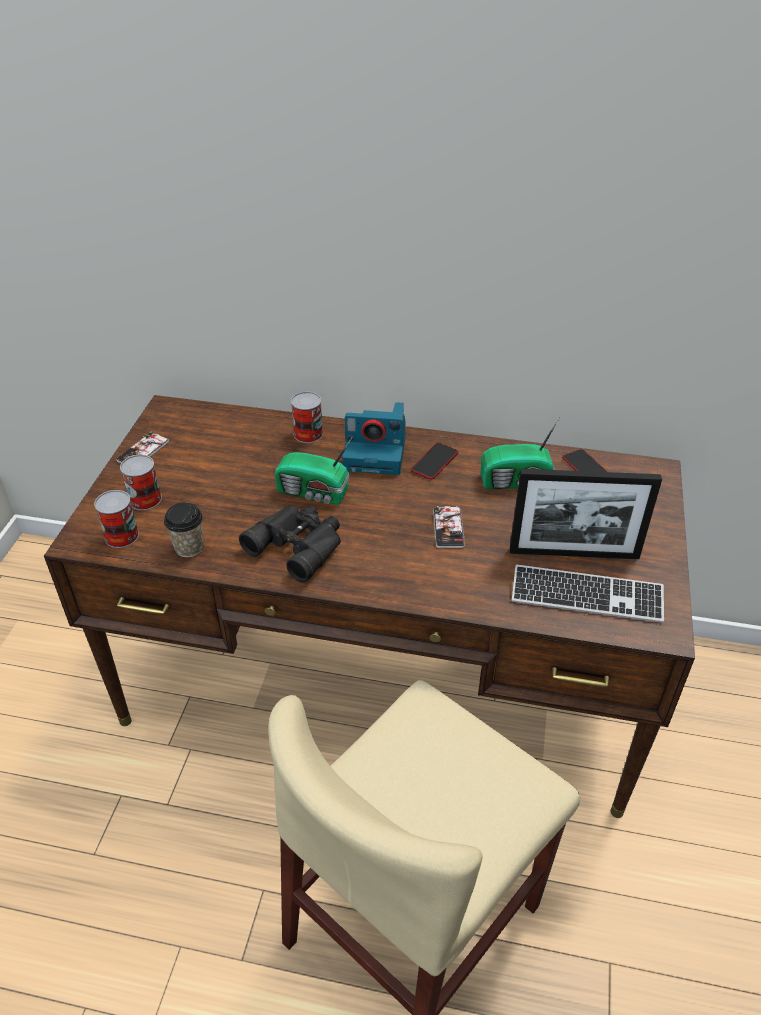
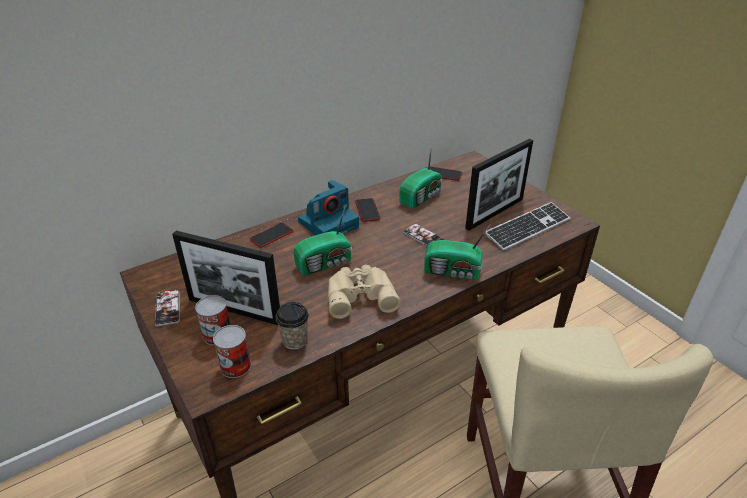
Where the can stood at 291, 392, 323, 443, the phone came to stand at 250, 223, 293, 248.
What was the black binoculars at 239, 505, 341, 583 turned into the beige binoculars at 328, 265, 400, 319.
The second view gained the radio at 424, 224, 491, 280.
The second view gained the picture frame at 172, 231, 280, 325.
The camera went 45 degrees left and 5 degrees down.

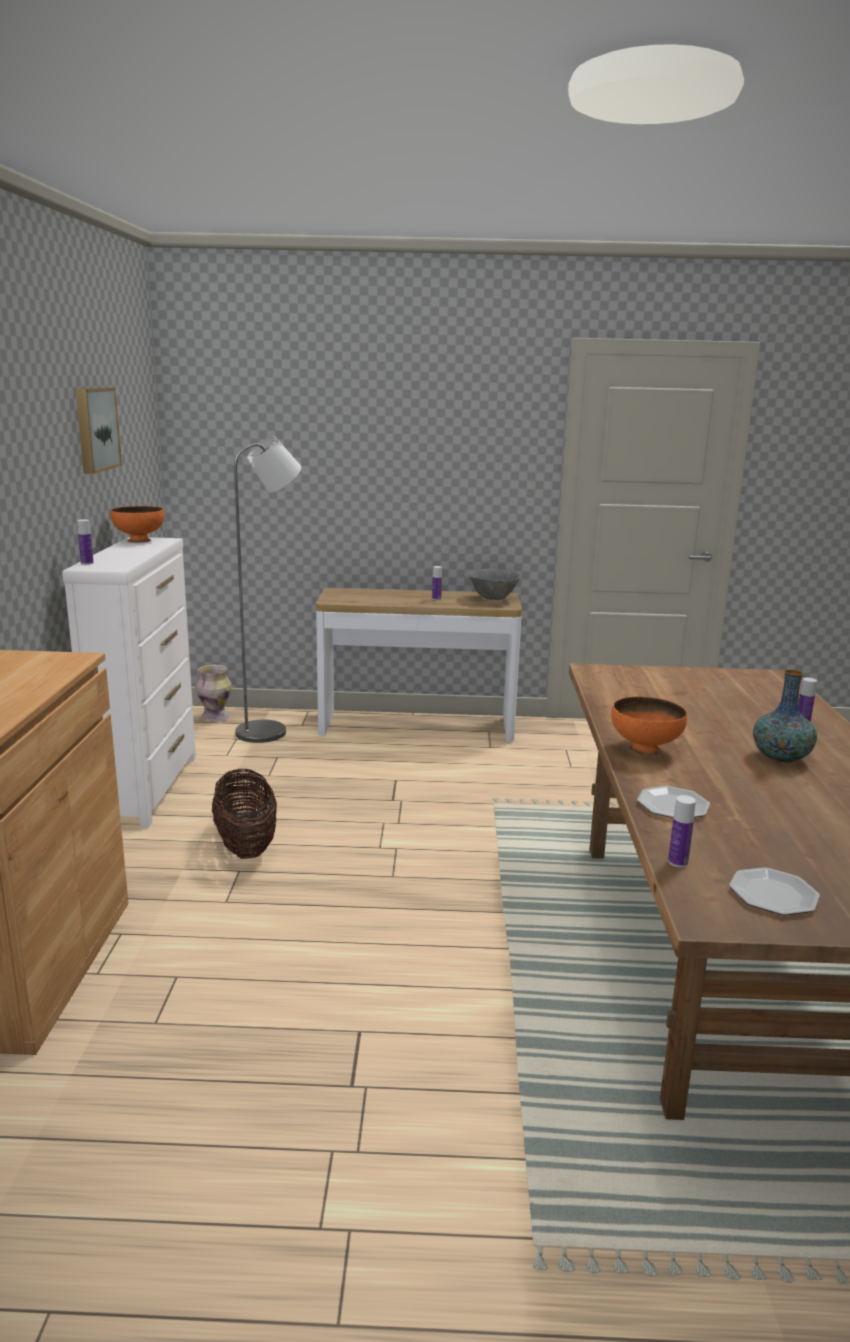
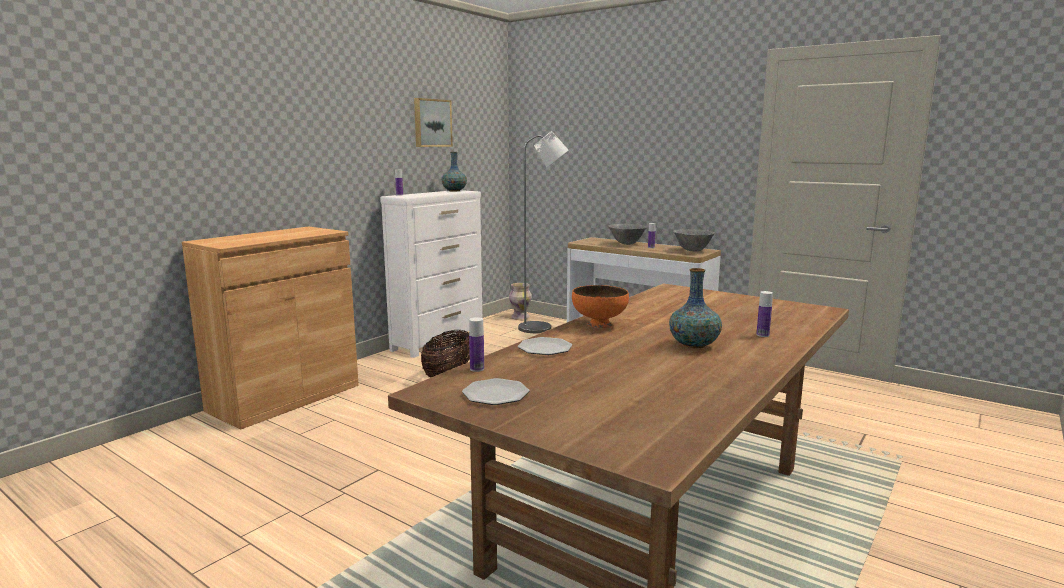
Where the orange bowl stood at 110, 506, 165, 543, the vase came to stand at 442, 152, 467, 191.
The second view gained the grey bowl at 608, 224, 647, 245.
The camera went 35 degrees right and 5 degrees down.

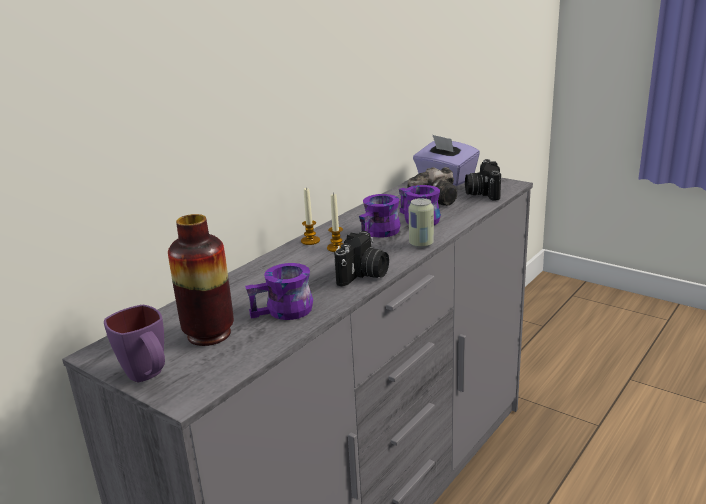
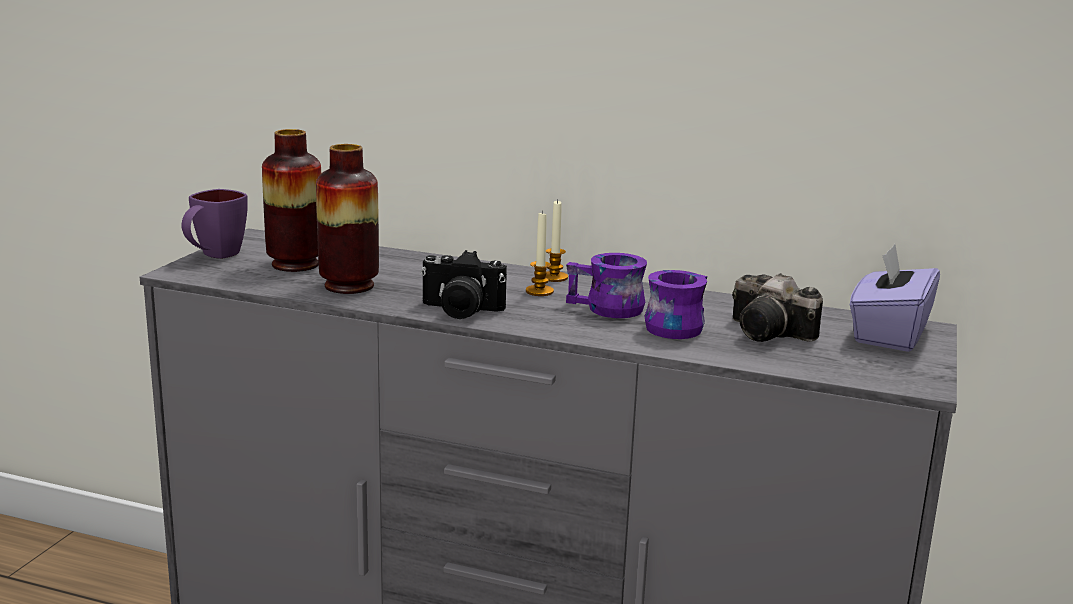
The second view lost the photo camera at 465, 159, 501, 201.
The second view lost the can at 409, 198, 434, 248.
Where the purple mug stood at 245, 263, 313, 320, the vase came to stand at 316, 144, 379, 294.
The camera went 70 degrees right and 5 degrees down.

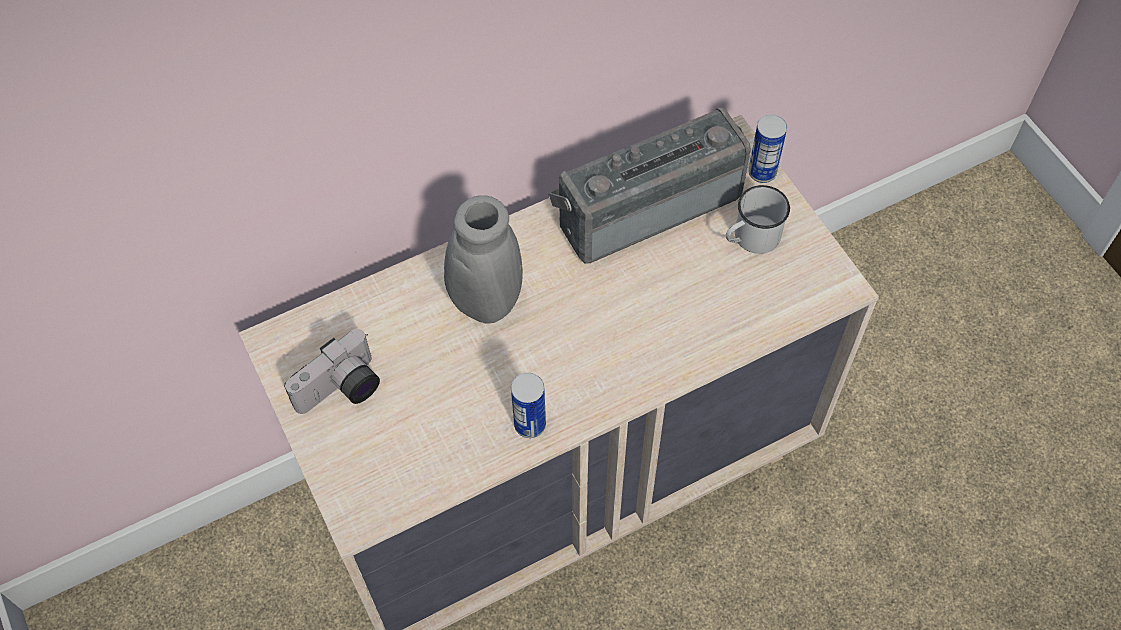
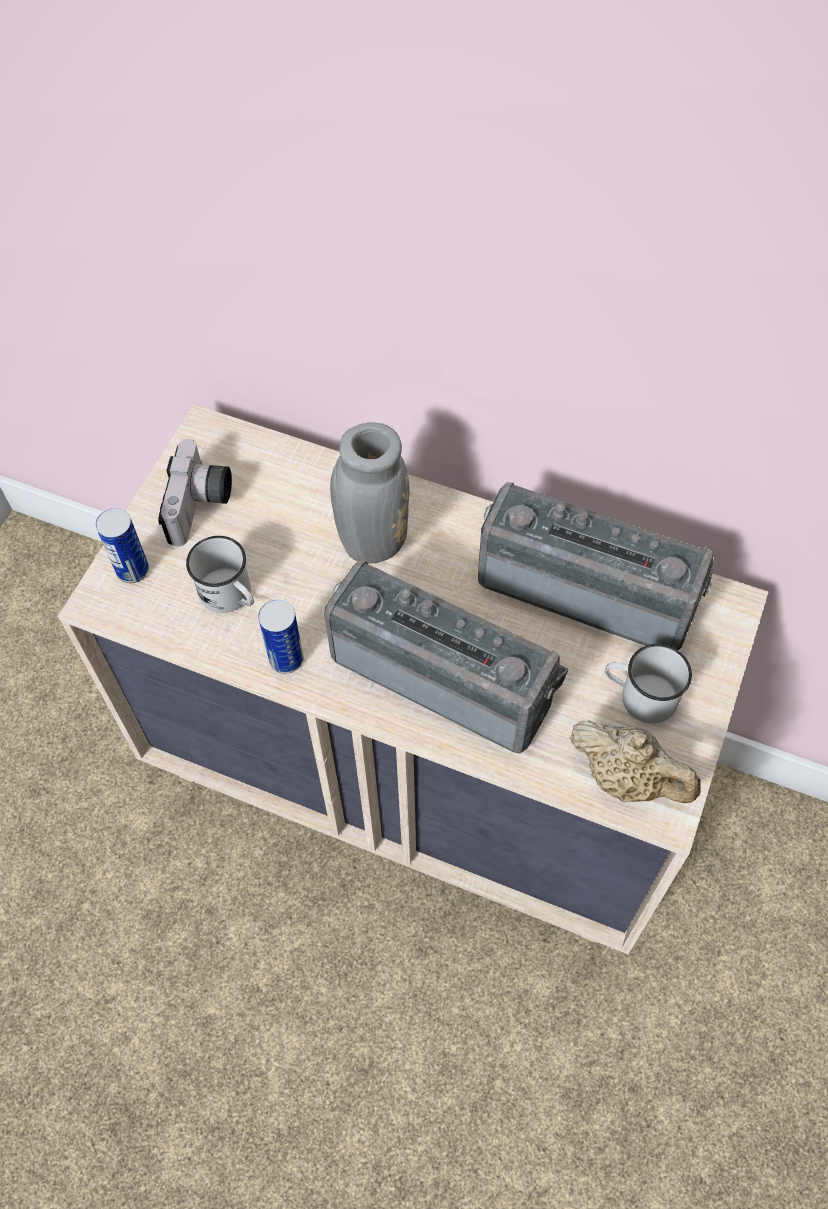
The can ended up elsewhere, having gone from 748, 115, 787, 183 to 96, 508, 149, 583.
The photo camera at 284, 329, 380, 414 ended up facing another way, 90 degrees counterclockwise from before.
The second view gained the white mug at 186, 536, 254, 613.
The second view gained the radio at 324, 560, 569, 754.
The second view gained the beige teapot at 570, 721, 701, 803.
The camera went 50 degrees right and 0 degrees up.

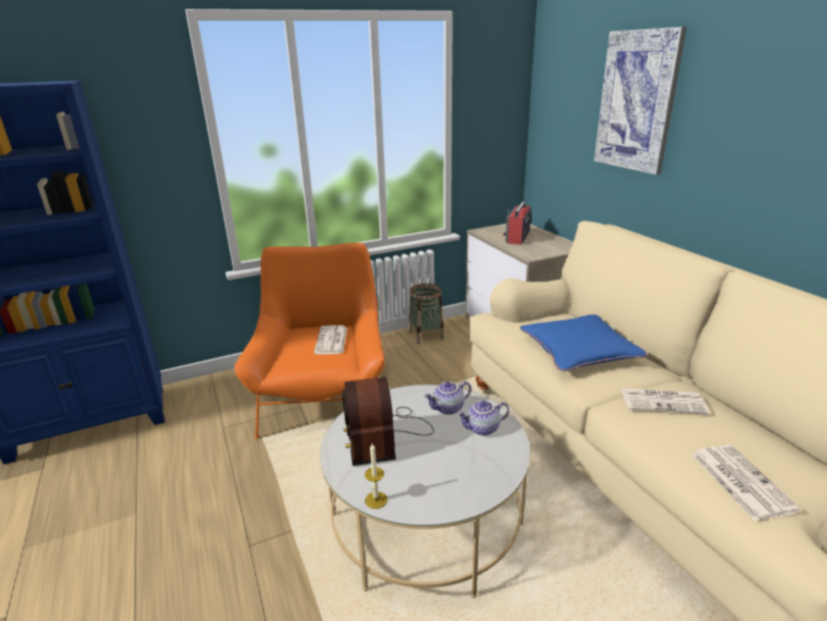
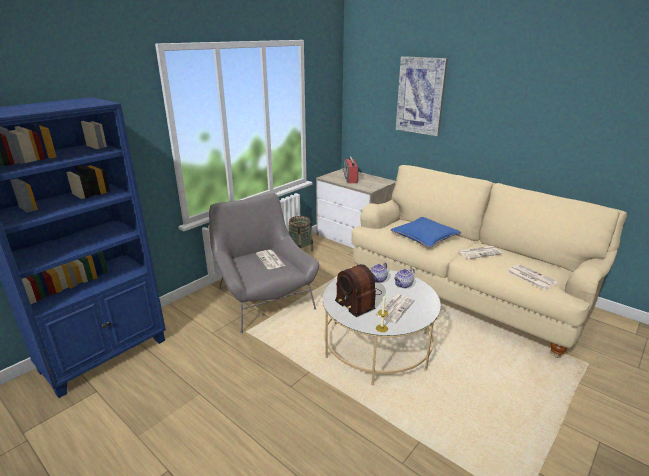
What was the orange armchair at 234, 243, 385, 439 turned into the grey armchair at 209, 193, 319, 333.
The second view gained the newspaper at 374, 294, 414, 323.
The camera went 25 degrees left and 0 degrees up.

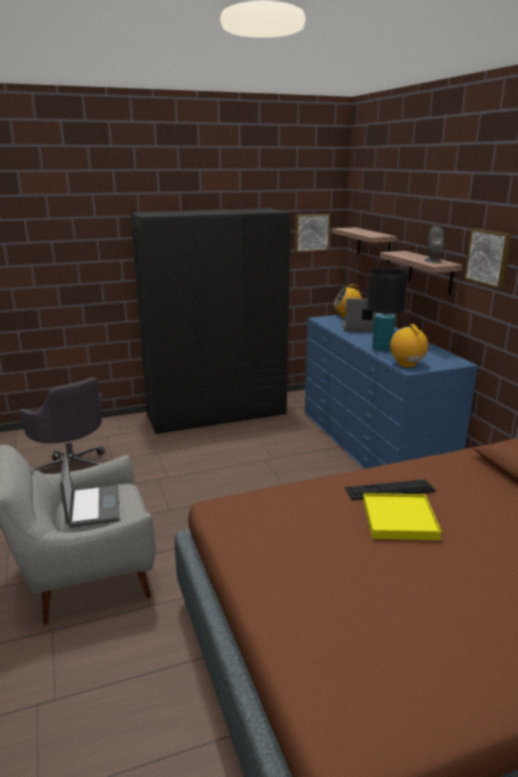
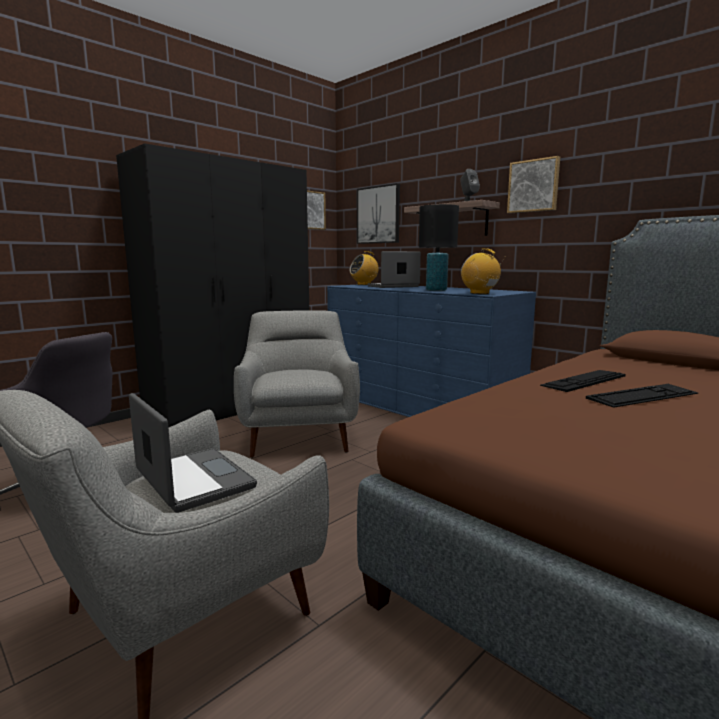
Where the shelf hung at 332, 227, 397, 263, the picture came to hang at 357, 183, 400, 244.
Where the yellow tray stood at 363, 493, 442, 540, the keyboard came to stand at 586, 384, 698, 408.
The second view gained the grey armchair at 234, 310, 360, 458.
The camera went 25 degrees left and 10 degrees down.

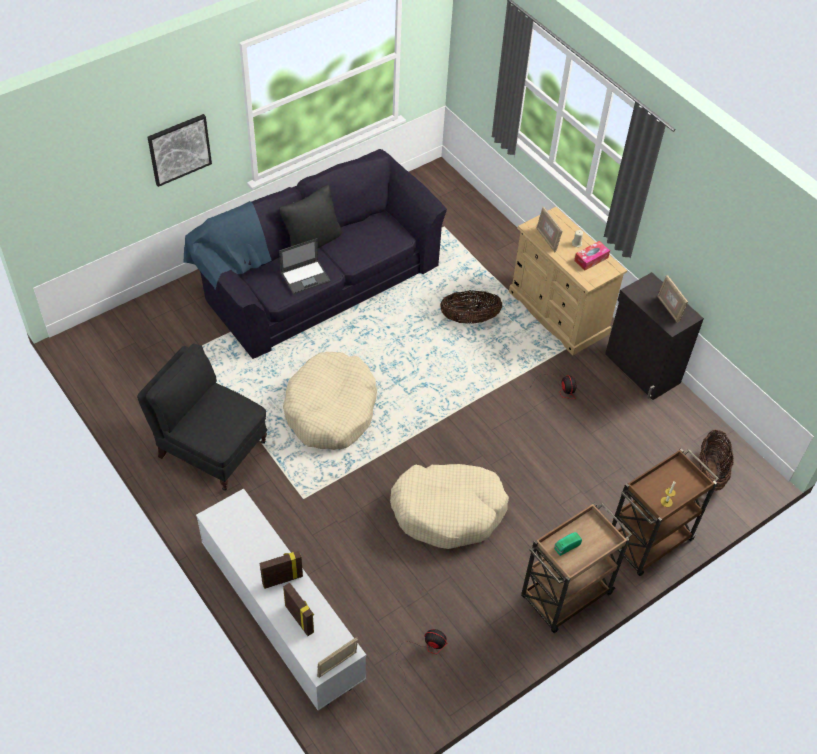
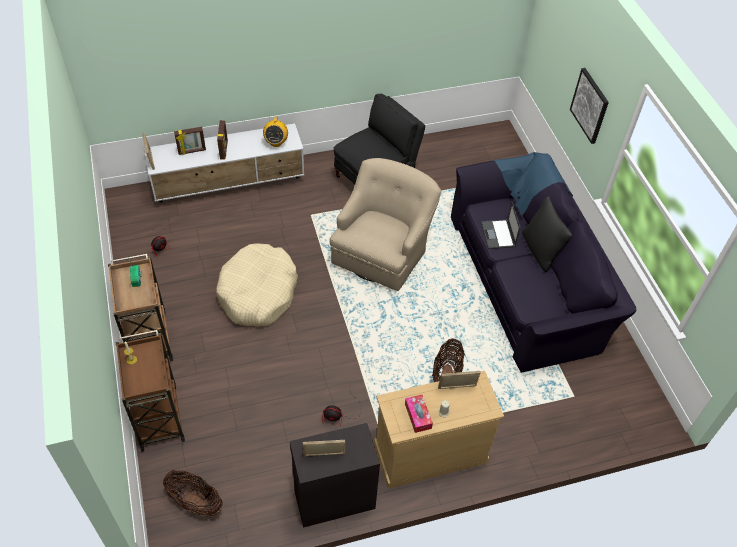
Where the beige dog bed stood at 283, 352, 377, 450, the beige armchair came to stand at 330, 158, 441, 291.
The second view gained the radio at 263, 117, 288, 147.
The camera went 110 degrees right and 0 degrees up.

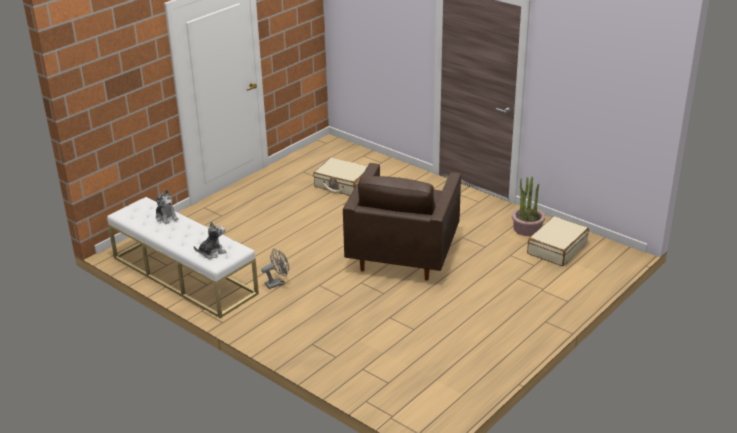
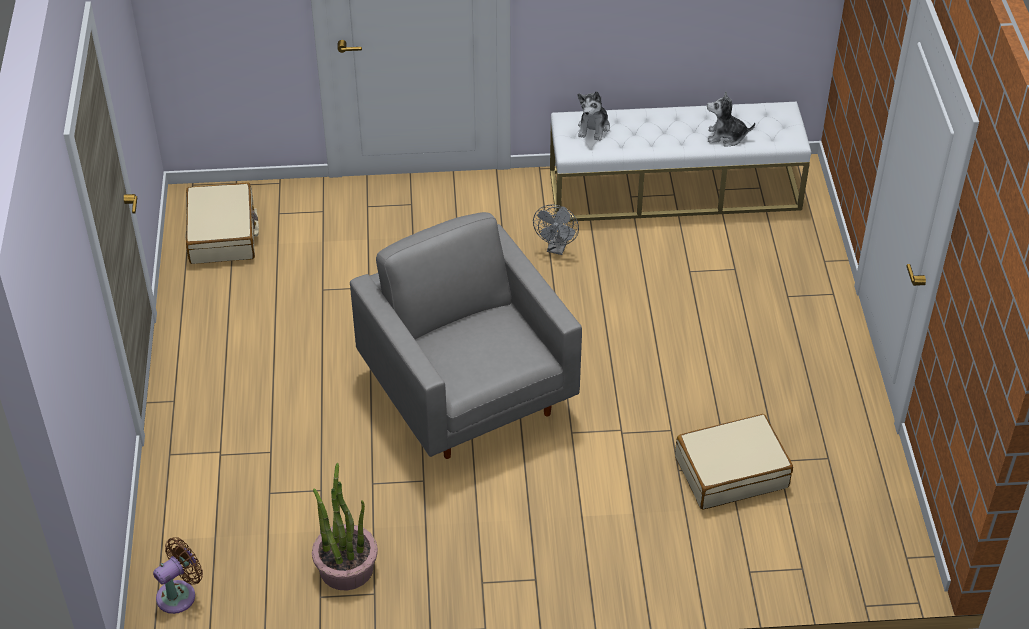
What was the brown armchair at 343, 163, 461, 281 turned into the grey armchair at 350, 212, 582, 459.
The beige suitcase ended up elsewhere, having gone from 527, 216, 589, 266 to 185, 182, 259, 264.
The second view gained the brown fan at 153, 537, 203, 614.
The camera went 135 degrees right and 15 degrees up.

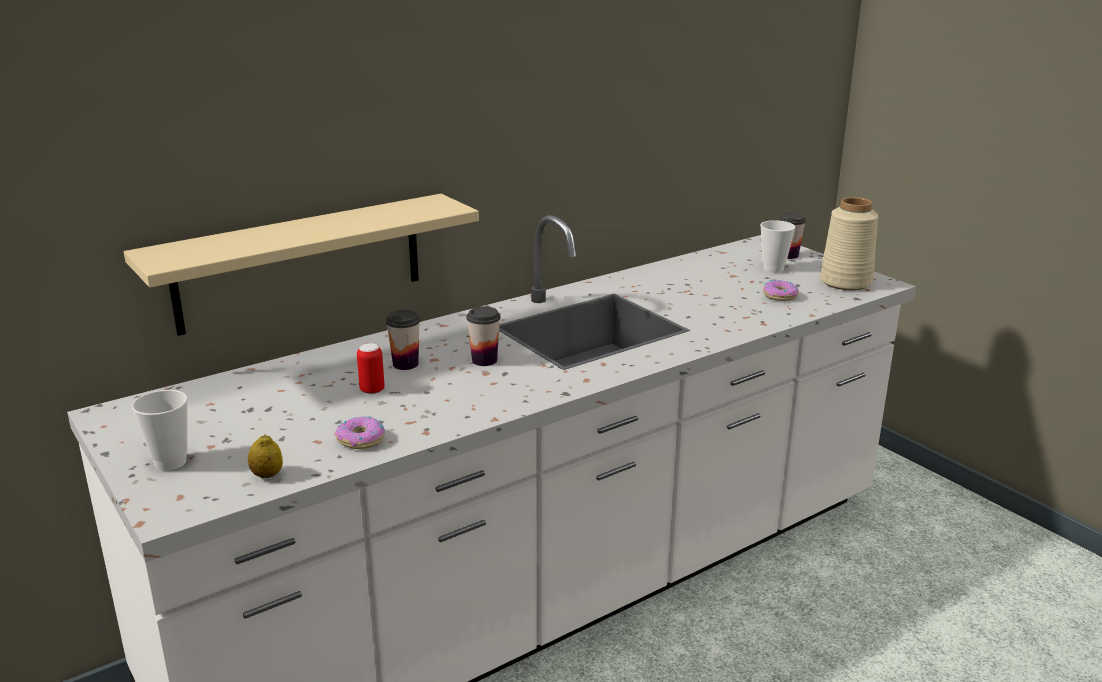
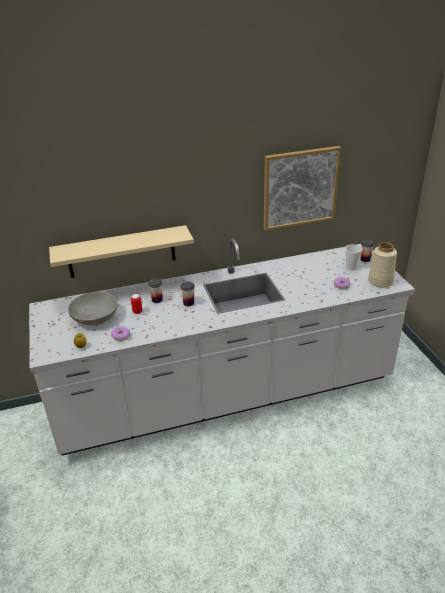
The second view lost the cup at 132, 390, 188, 471.
The second view gained the picture at 264, 146, 341, 231.
The second view gained the grey bowl at 68, 292, 118, 325.
The camera went 20 degrees right and 10 degrees up.

